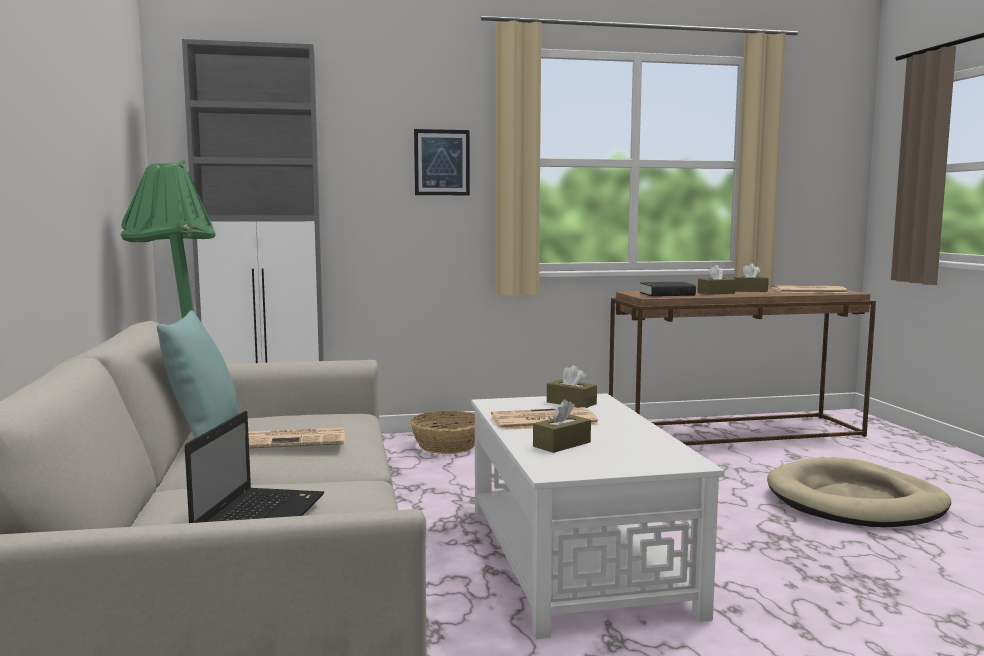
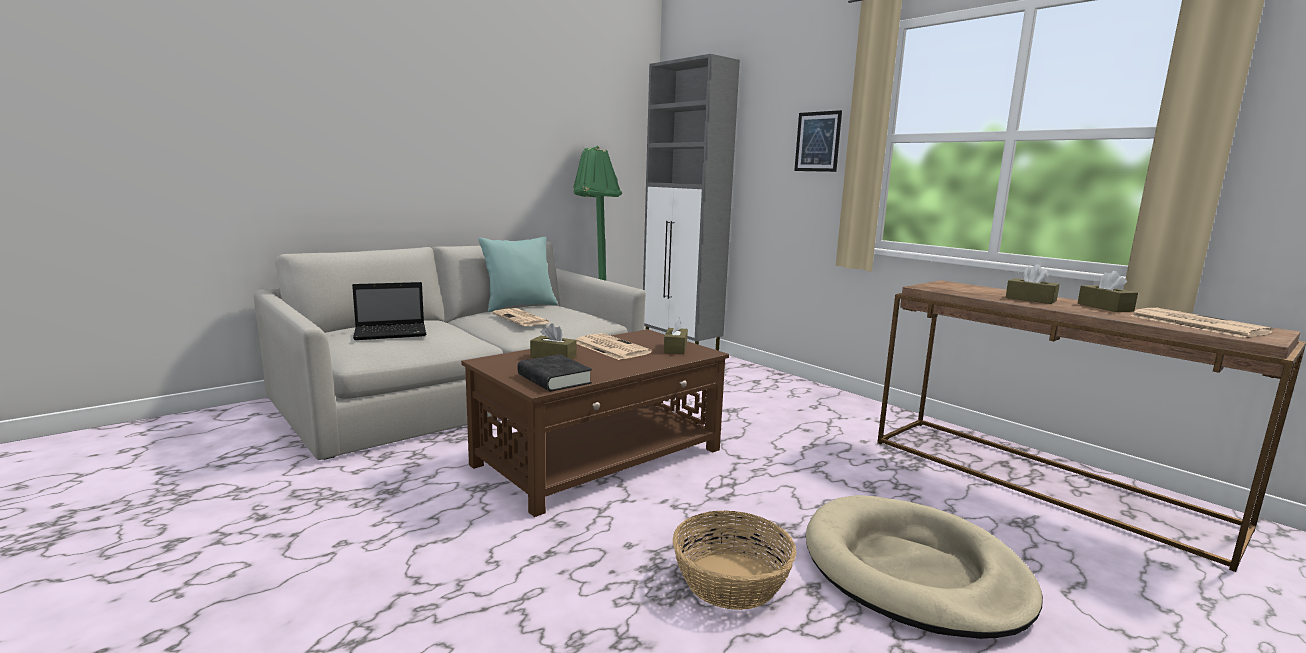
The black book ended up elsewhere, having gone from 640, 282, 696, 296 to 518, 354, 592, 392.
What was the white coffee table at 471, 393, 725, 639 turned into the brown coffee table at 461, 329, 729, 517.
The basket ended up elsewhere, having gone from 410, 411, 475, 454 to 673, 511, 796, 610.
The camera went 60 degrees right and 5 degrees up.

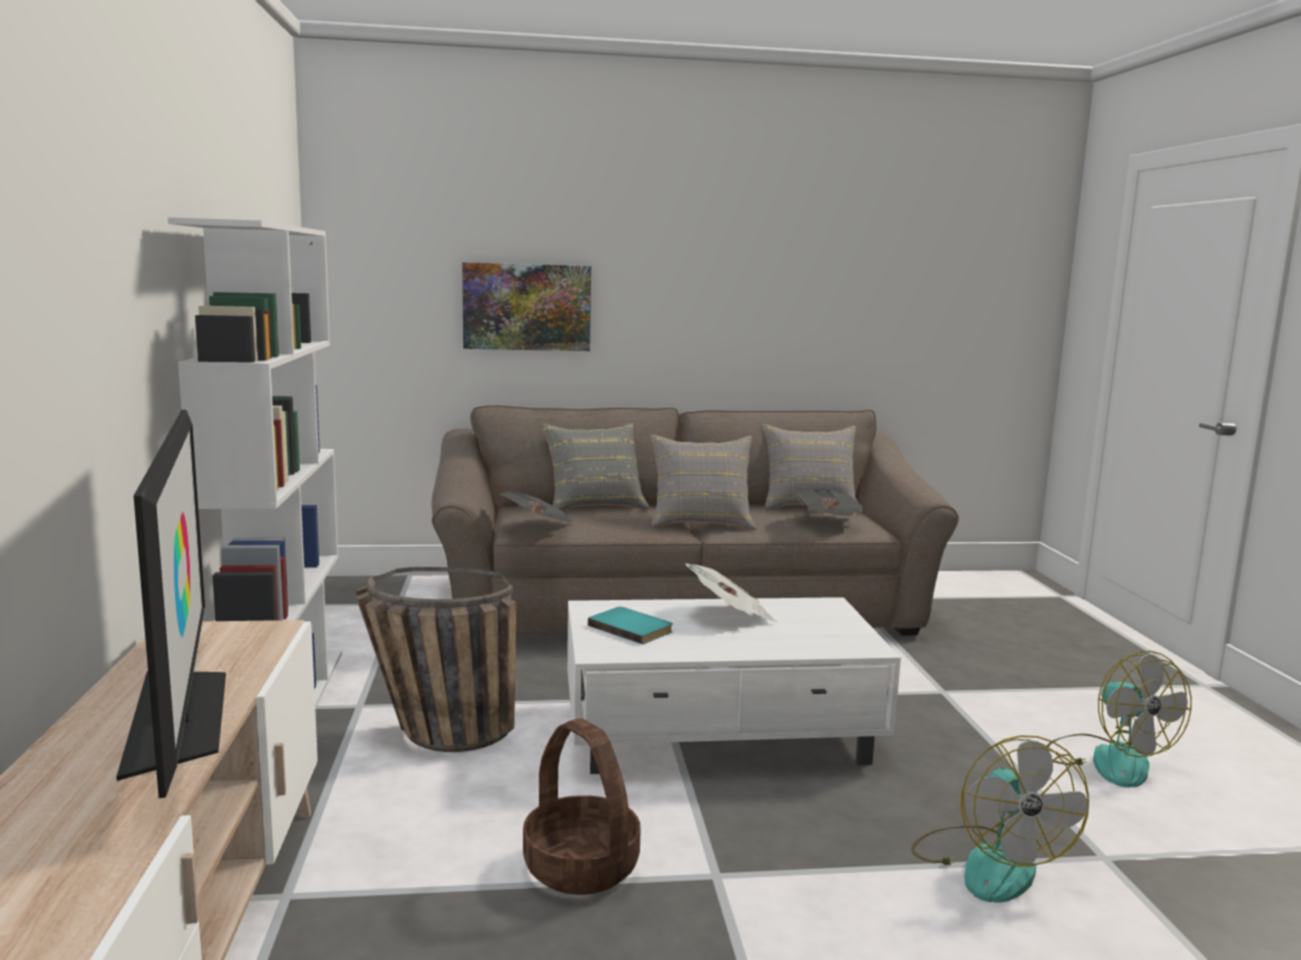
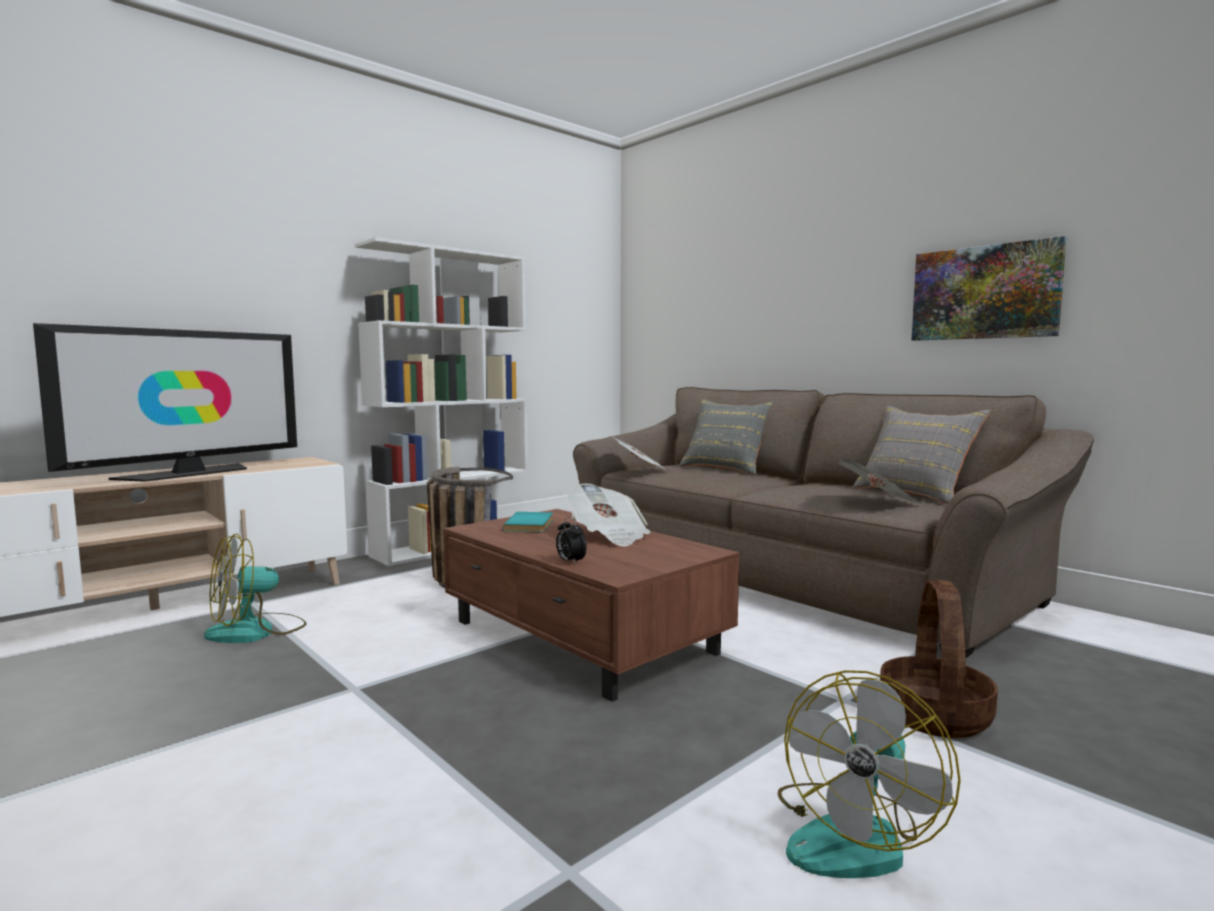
The picture ended up elsewhere, having gone from 462, 262, 591, 351 to 912, 236, 1067, 341.
The second view lost the grey pillow at 650, 434, 756, 530.
What was the white coffee table at 567, 597, 901, 774 turned into the brown coffee table at 443, 509, 739, 702.
The basket ended up elsewhere, having gone from 523, 718, 641, 895 to 880, 580, 998, 738.
The fan ended up elsewhere, having gone from 911, 735, 1089, 903 to 204, 534, 306, 643.
The second view gained the alarm clock at 556, 517, 587, 564.
The camera went 55 degrees right and 5 degrees down.

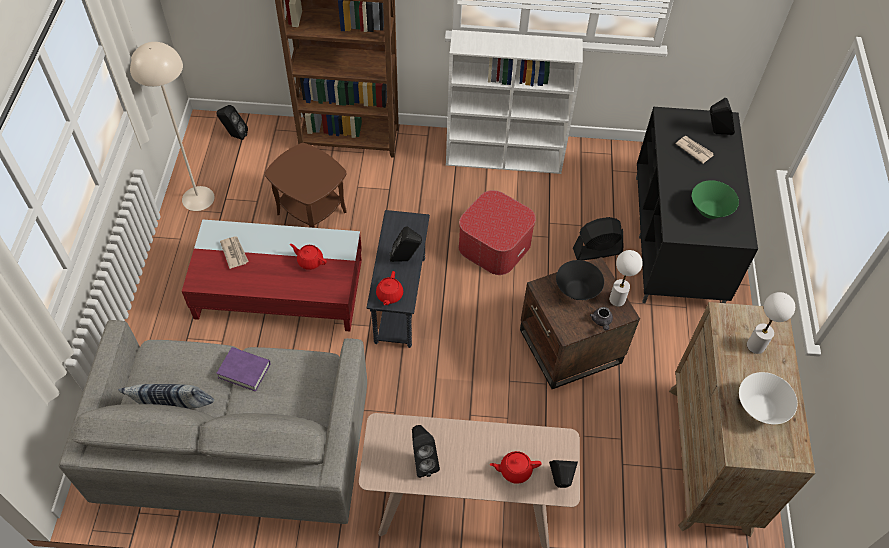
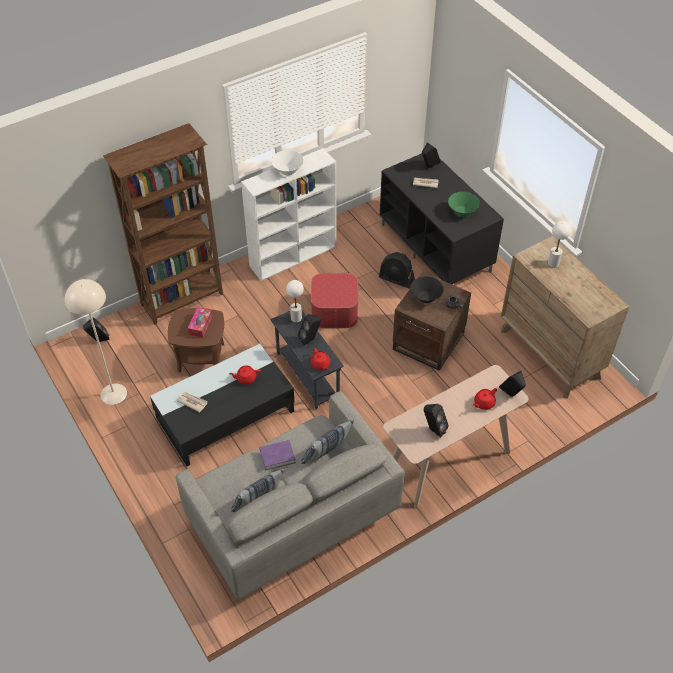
The black fan at 573, 217, 623, 260 ended up facing another way, 105 degrees counterclockwise from before.
What was the red coffee table at 182, 219, 362, 331 turned into the black coffee table at 150, 344, 294, 466.
The white table lamp ended up elsewhere, having gone from 609, 250, 643, 307 to 286, 280, 304, 323.
The white bowl ended up elsewhere, having gone from 739, 372, 797, 424 to 271, 150, 304, 175.
The second view gained the tissue box at 187, 307, 212, 338.
The second view gained the pillow at 301, 420, 354, 464.
The camera went 35 degrees left and 5 degrees down.

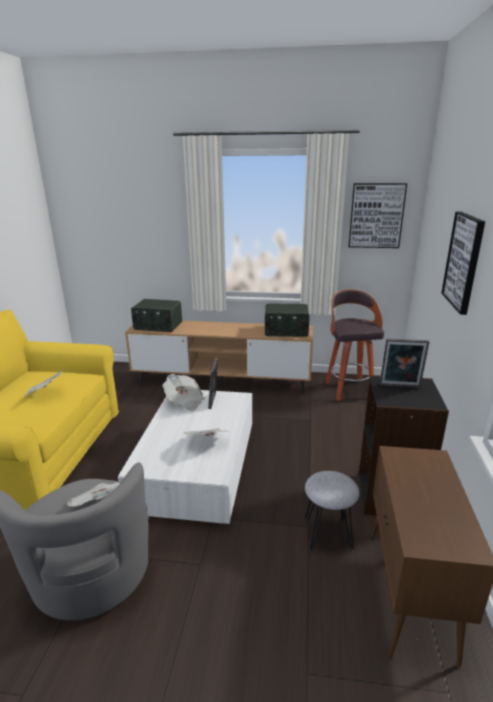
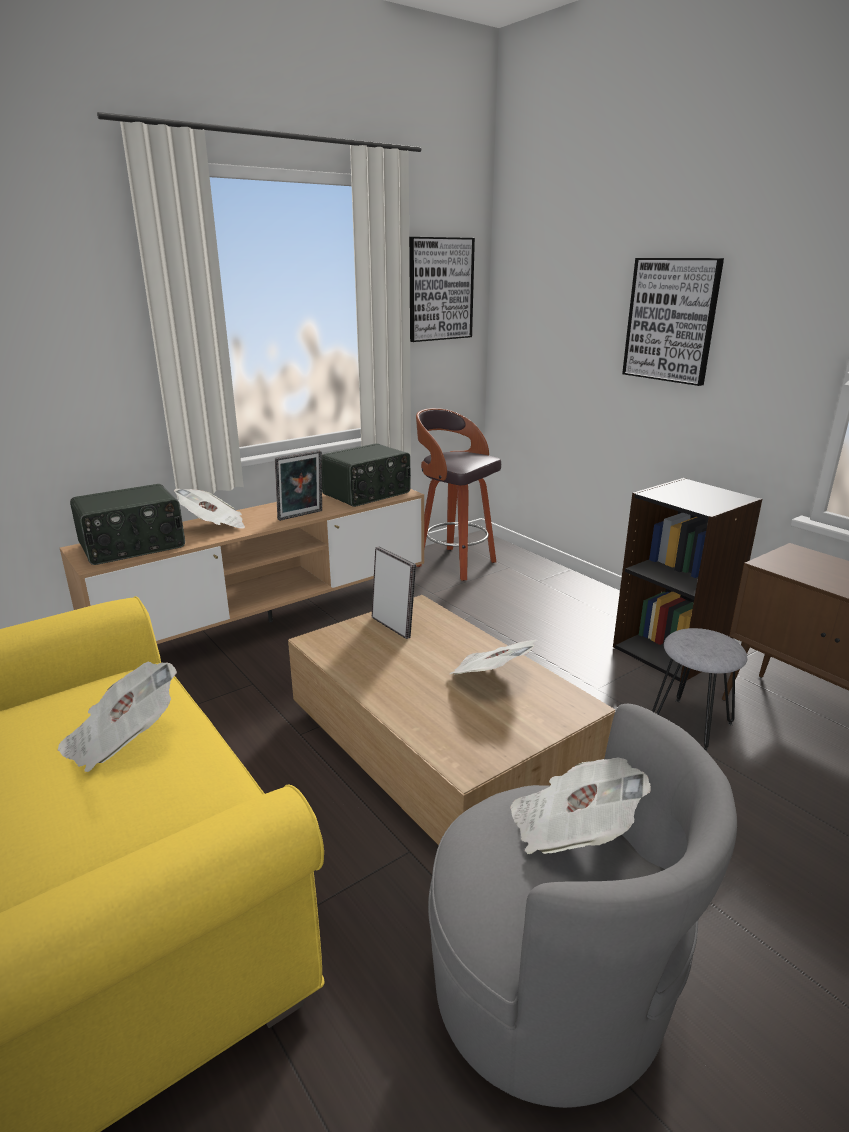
The picture frame ended up elsewhere, having gone from 380, 339, 429, 388 to 275, 450, 322, 521.
The newspaper ended up elsewhere, having gone from 163, 374, 205, 411 to 174, 489, 245, 529.
What was the white coffee table at 118, 390, 252, 524 turned into the brown coffee table at 288, 595, 615, 845.
The camera went 45 degrees left and 0 degrees up.

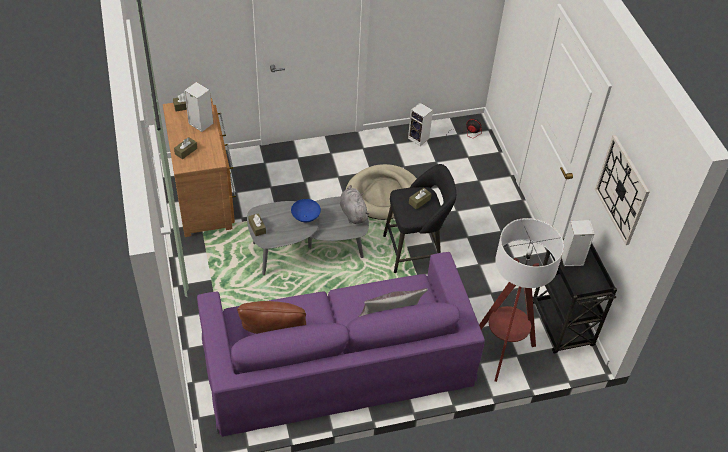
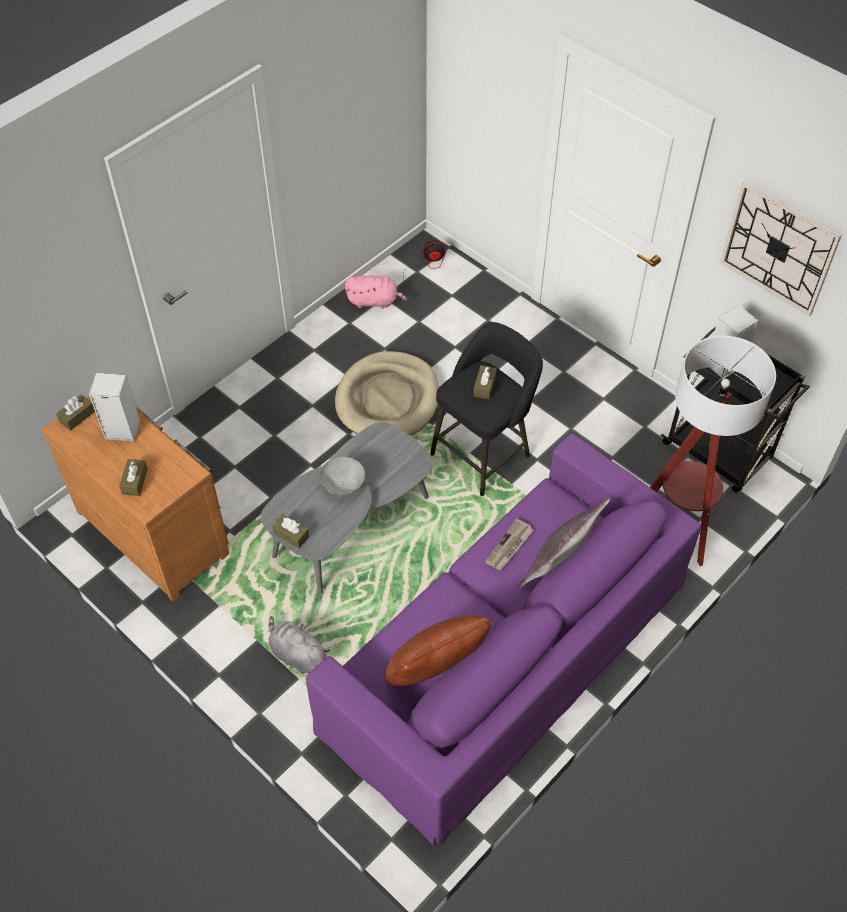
Where the speaker stood at 408, 103, 433, 146, the pink plush toy came to stand at 345, 275, 408, 309.
The grey plush toy ended up elsewhere, having gone from 340, 185, 369, 224 to 268, 616, 330, 674.
What was the blue bowl at 291, 199, 321, 222 turned into the grey bowl at 320, 457, 365, 495.
The second view gained the newspaper at 485, 518, 533, 570.
The camera went 30 degrees left and 5 degrees up.

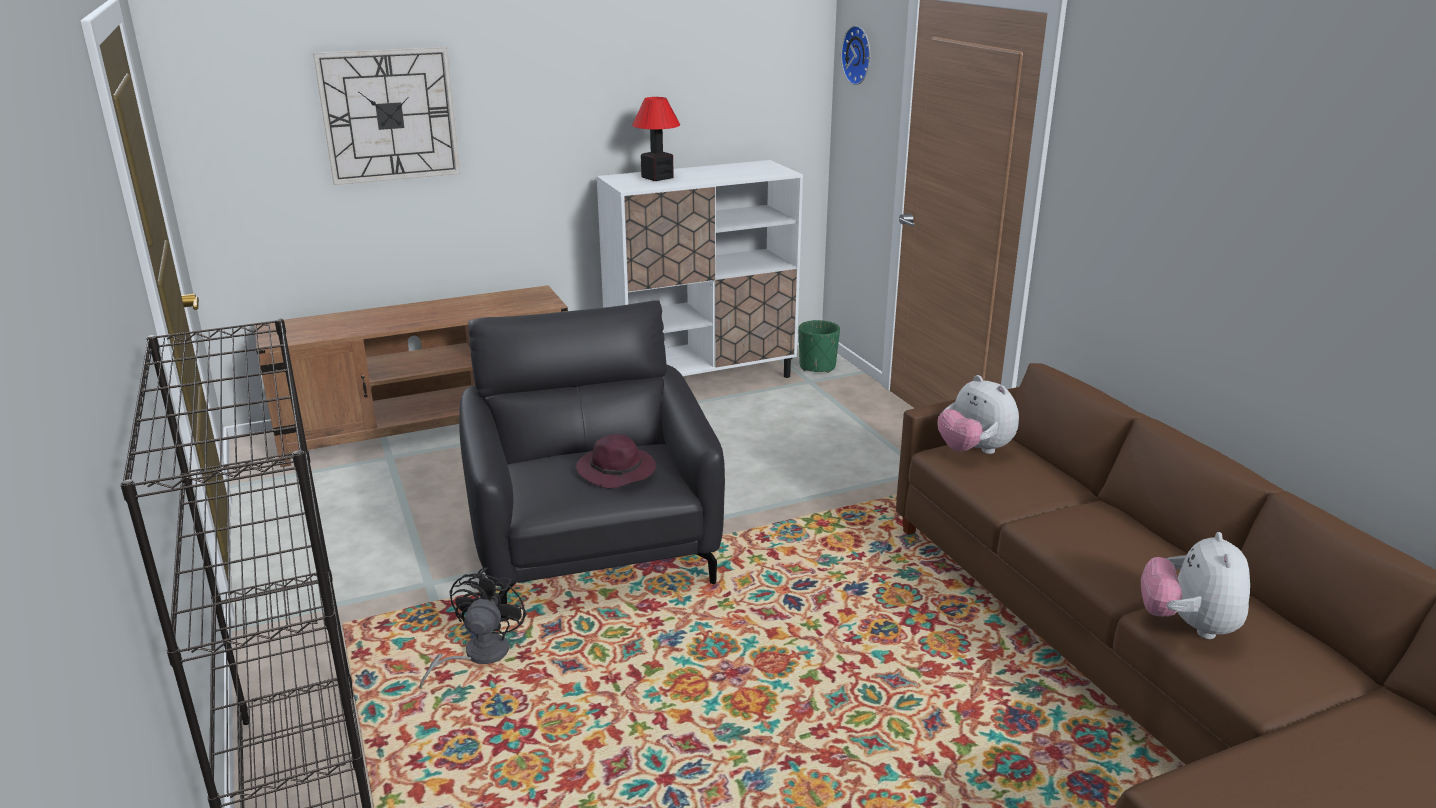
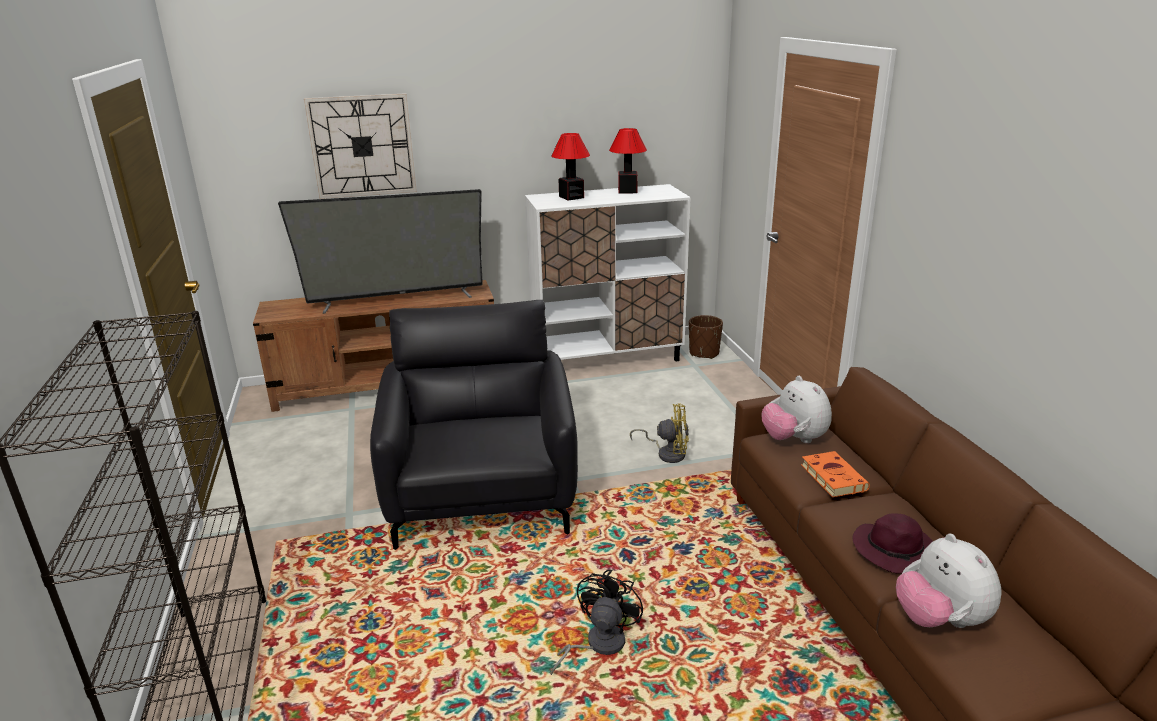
The second view lost the wall clock at 841, 25, 870, 85.
What was the green planter at 799, 320, 840, 373 turned into the brown planter at 689, 315, 723, 359.
The purple hat ended up elsewhere, having gone from 576, 434, 656, 488 to 852, 513, 933, 574.
The plush toy at 1141, 532, 1250, 639 ended up facing another way, 45 degrees counterclockwise from before.
The black fan ended up elsewhere, having gone from 420, 567, 527, 689 to 550, 570, 643, 675.
The second view gained the table lamp at 609, 128, 647, 194.
The second view gained the television at 278, 189, 483, 314.
The second view gained the yellow fan at 630, 403, 689, 463.
The second view gained the orange book at 801, 451, 870, 497.
The camera went 10 degrees right and 0 degrees up.

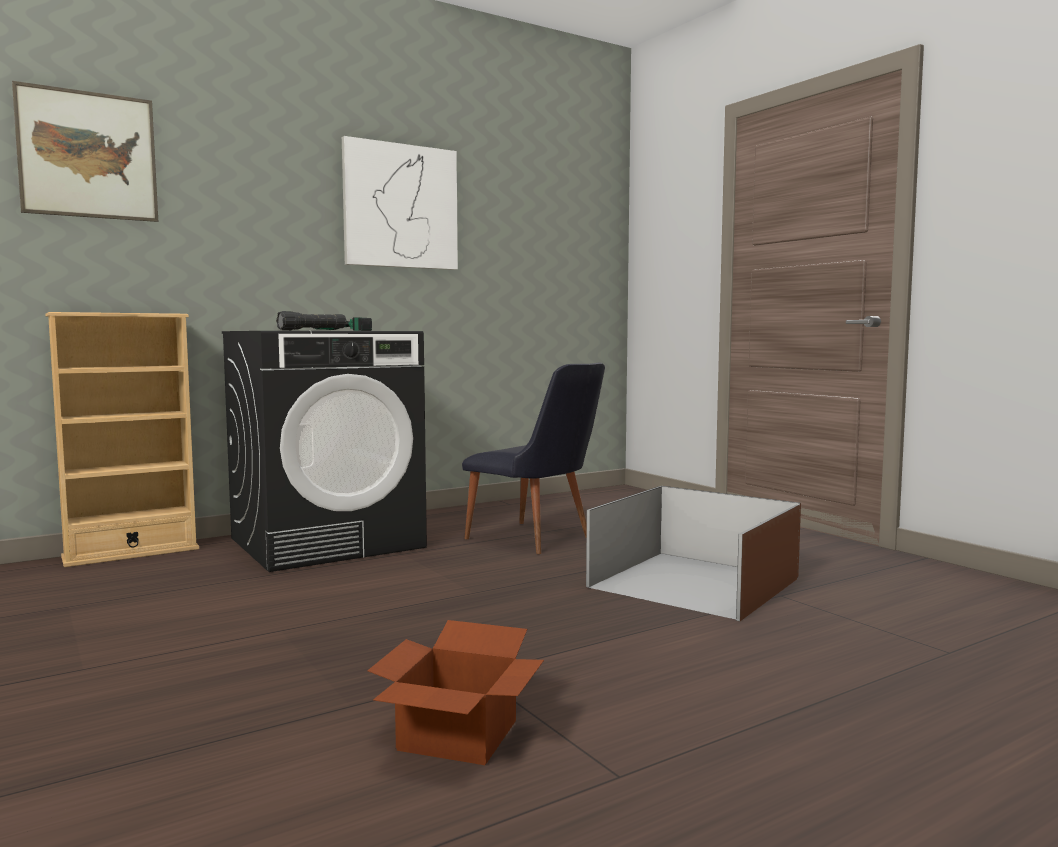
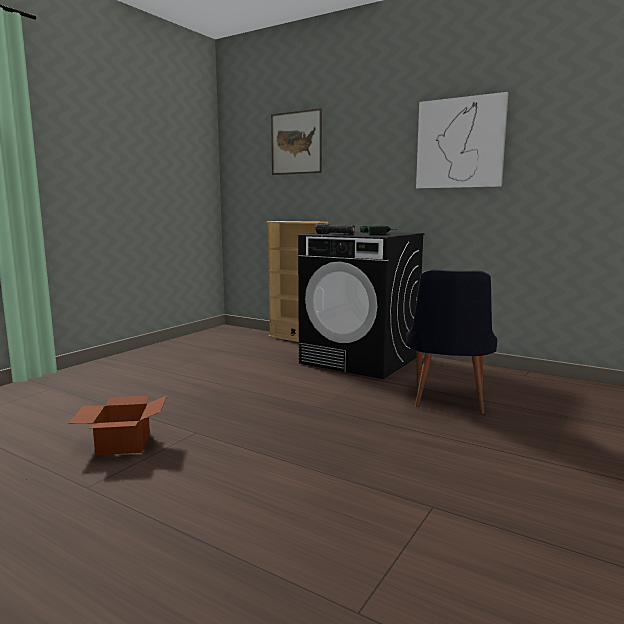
The second view lost the brown storage box at 586, 486, 801, 621.
The camera went 65 degrees right and 5 degrees up.

